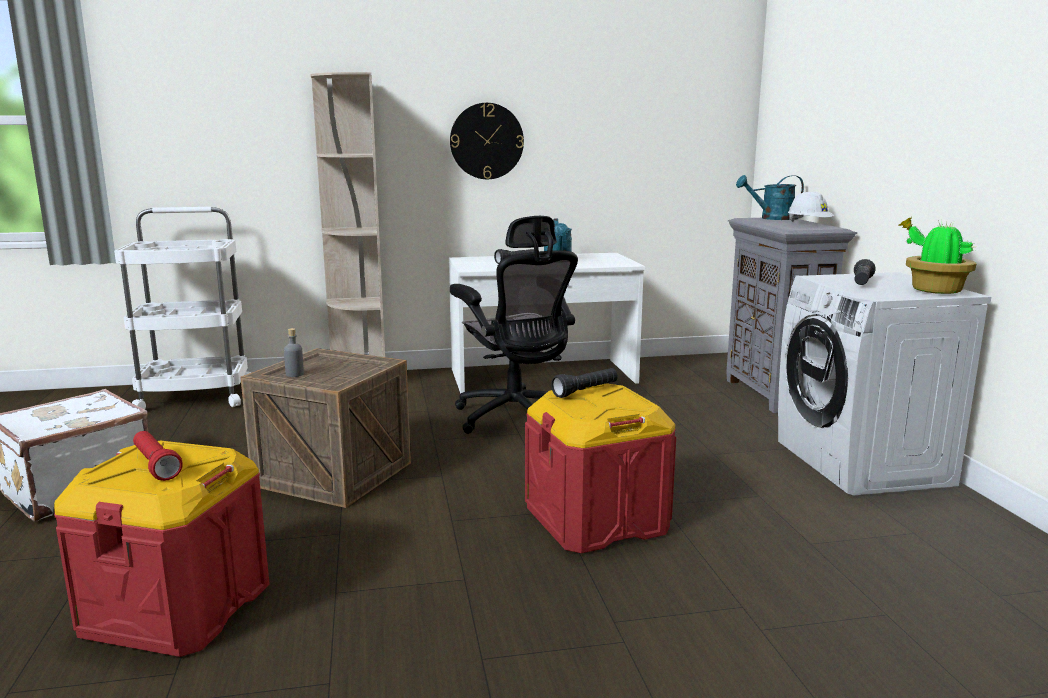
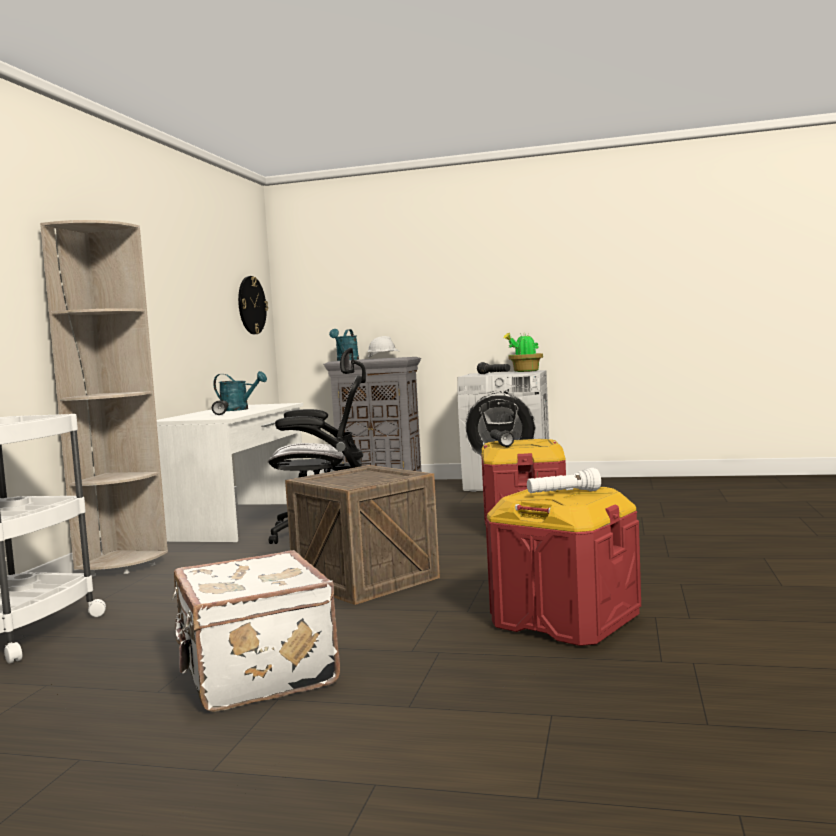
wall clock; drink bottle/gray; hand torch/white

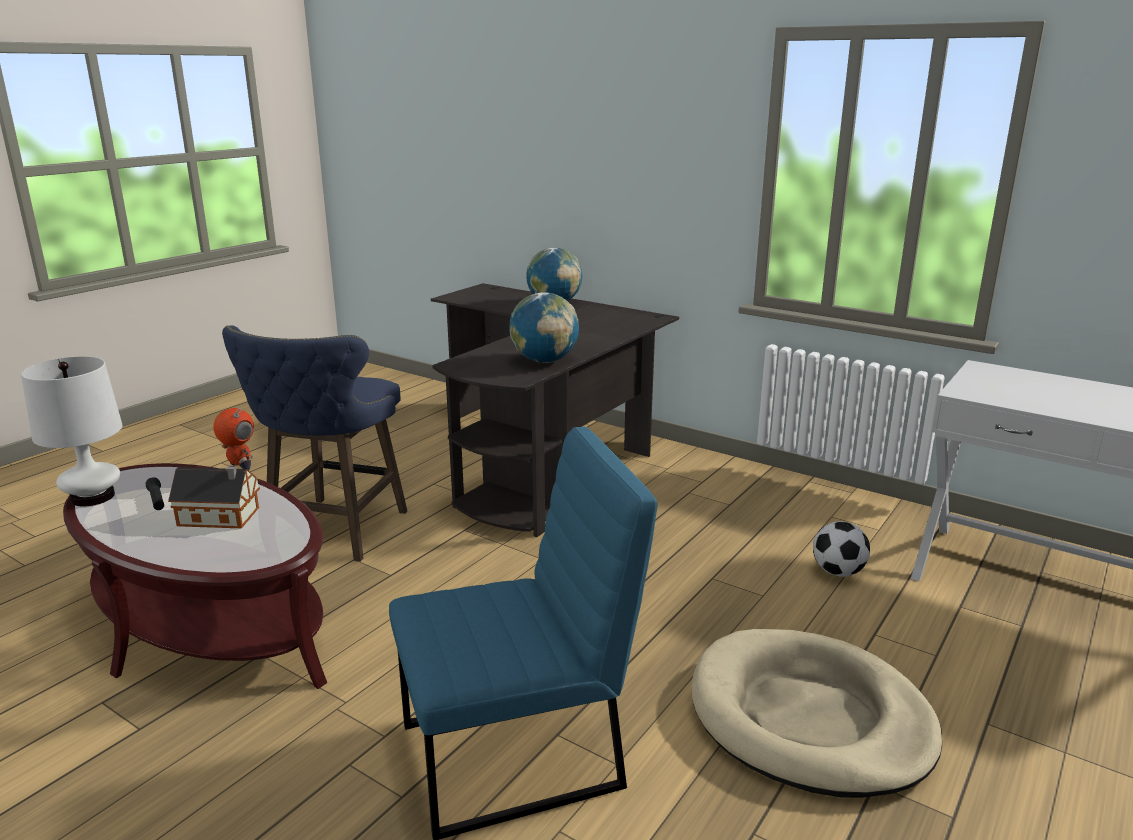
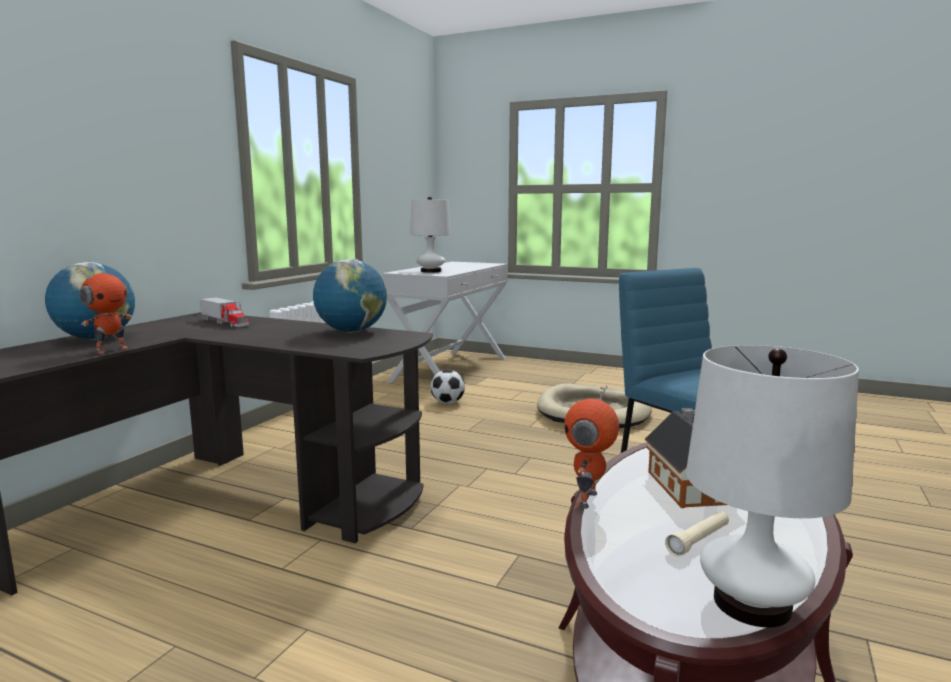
sitting stool/bluish; hand torch/beige-coloured; tabletop lamp/white (no. 1 from left); robot figure (no. 1 from left); toy lorry

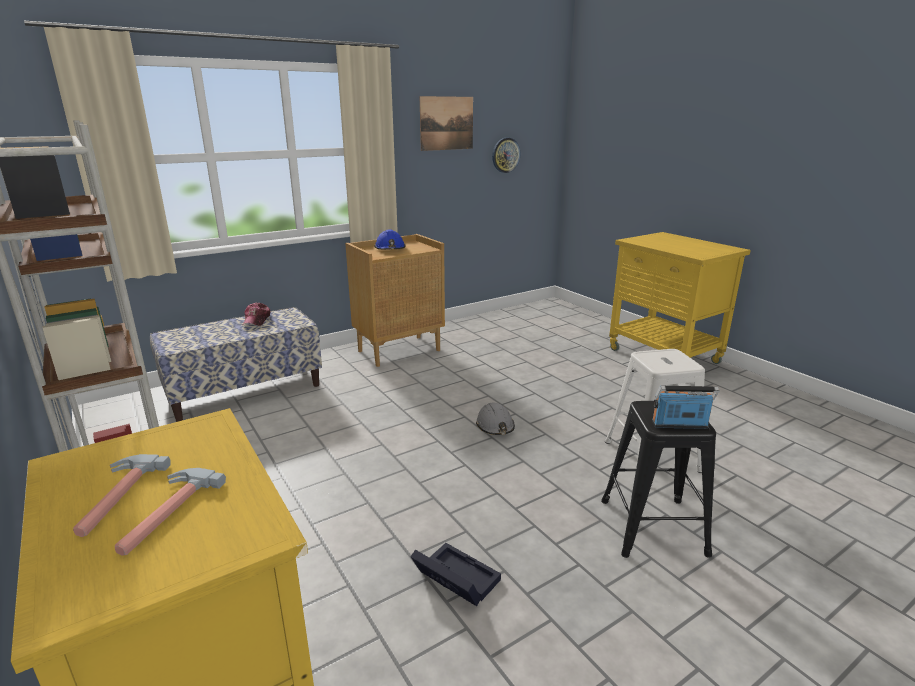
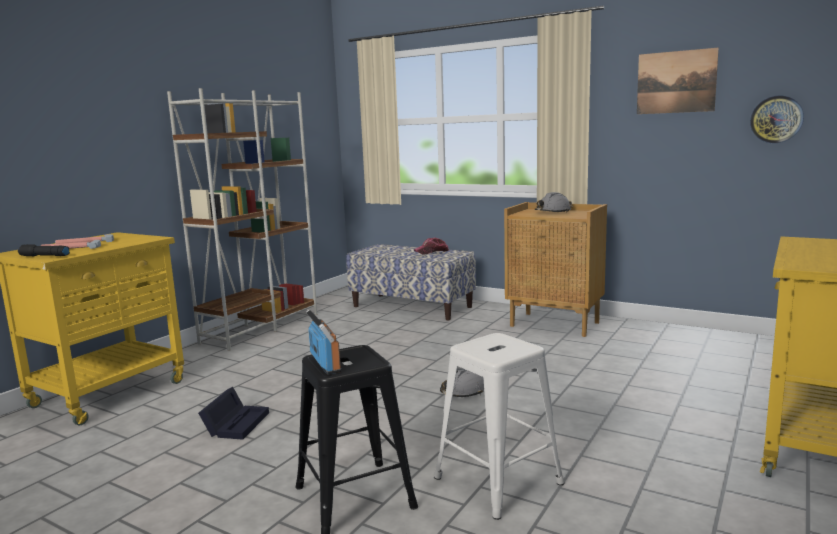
work helmet/gray (no. 2 from left); hand torch/black

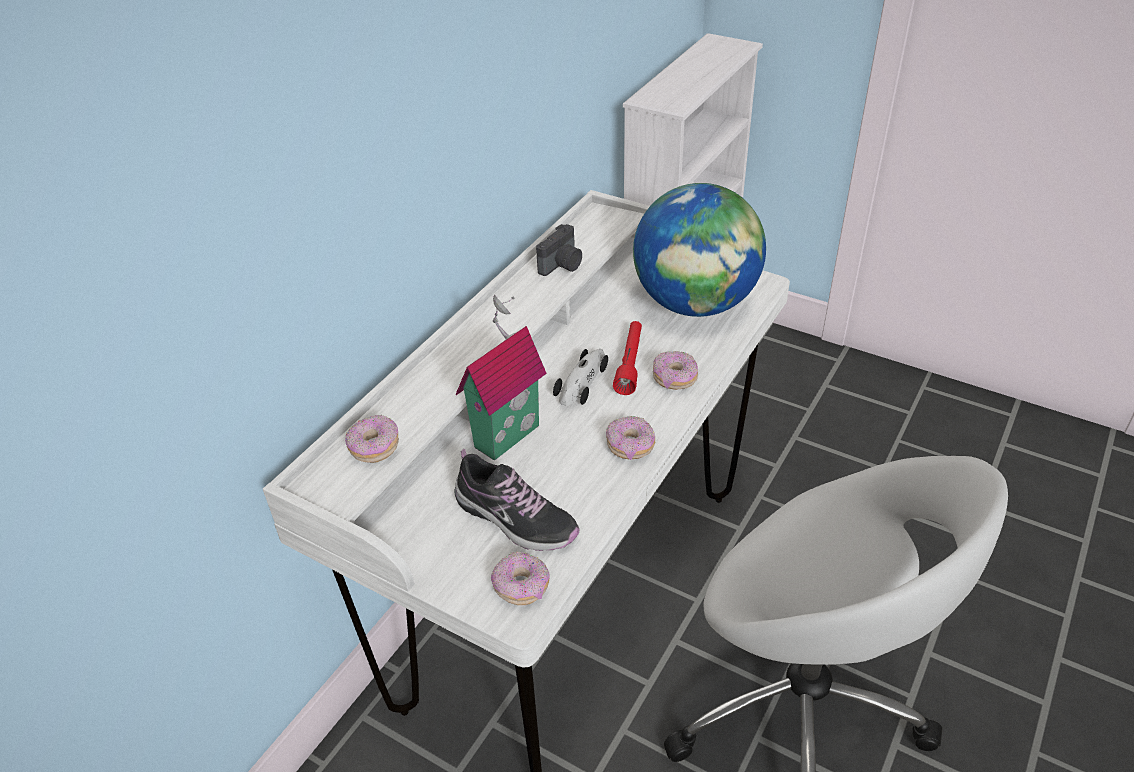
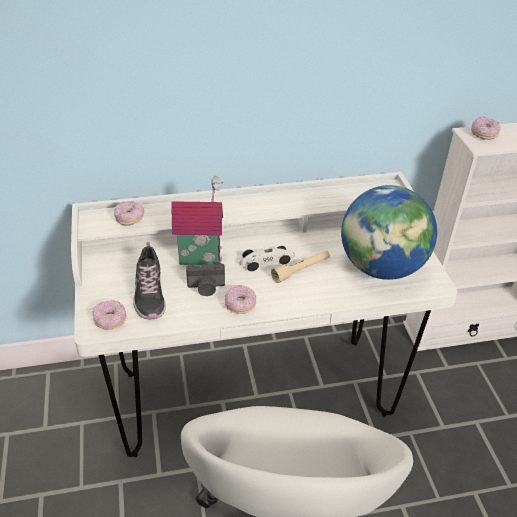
still camera; hand torch/beige-coloured; doughnut (no. 4 from left)

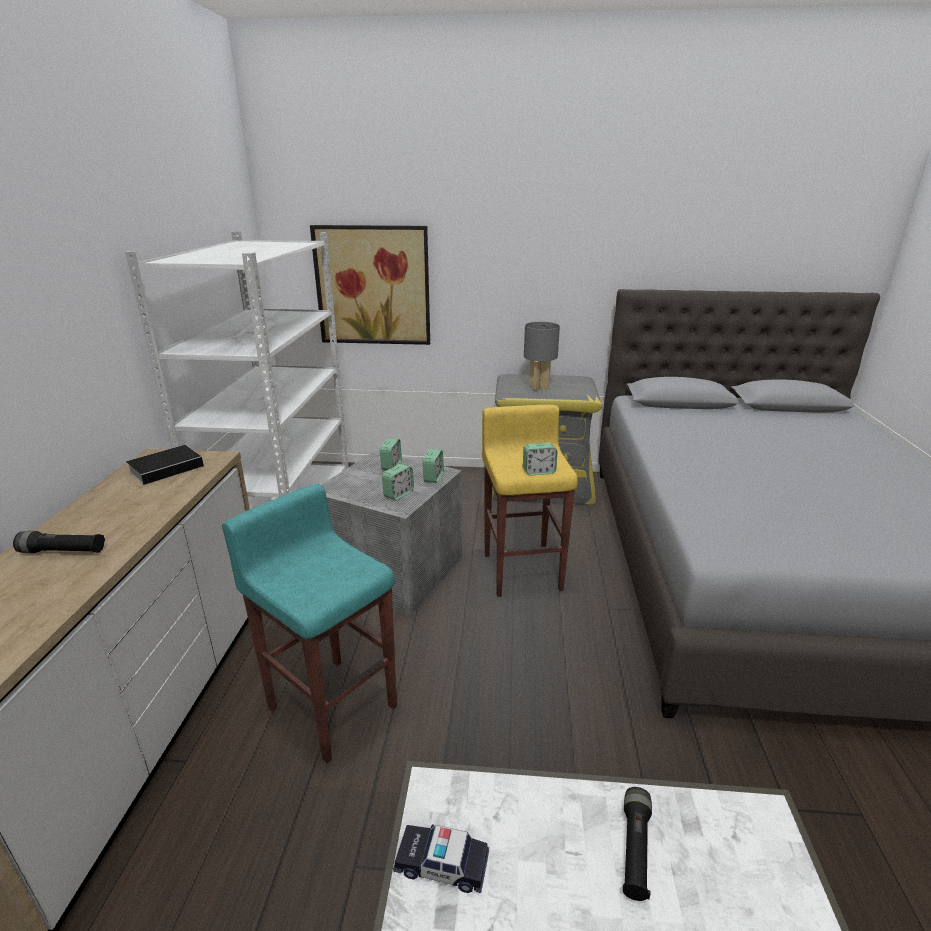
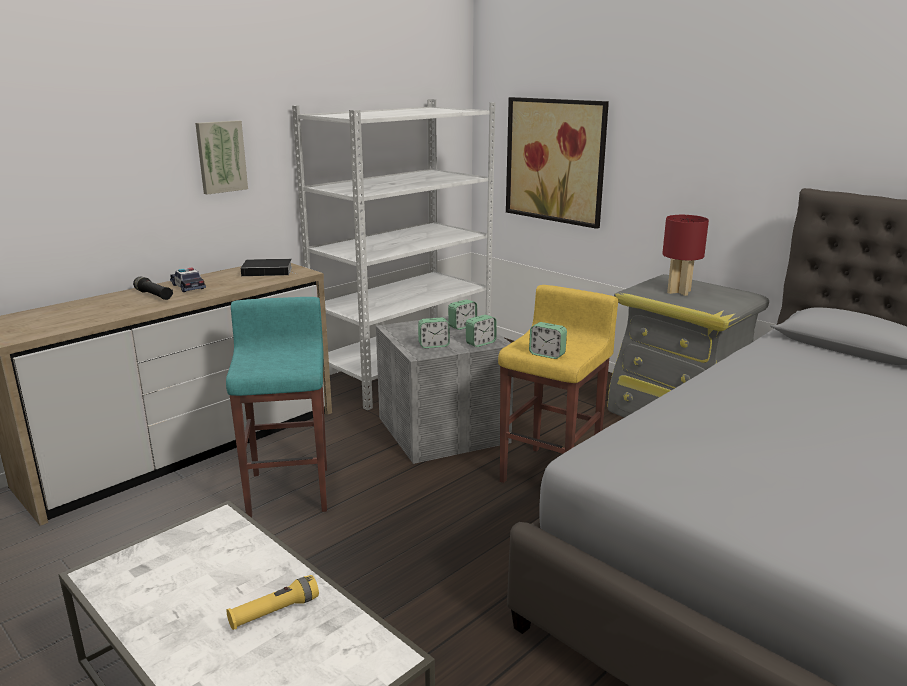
tabletop lamp/red; hand torch/yellowish; toy car; wall art (no. 1 from left)

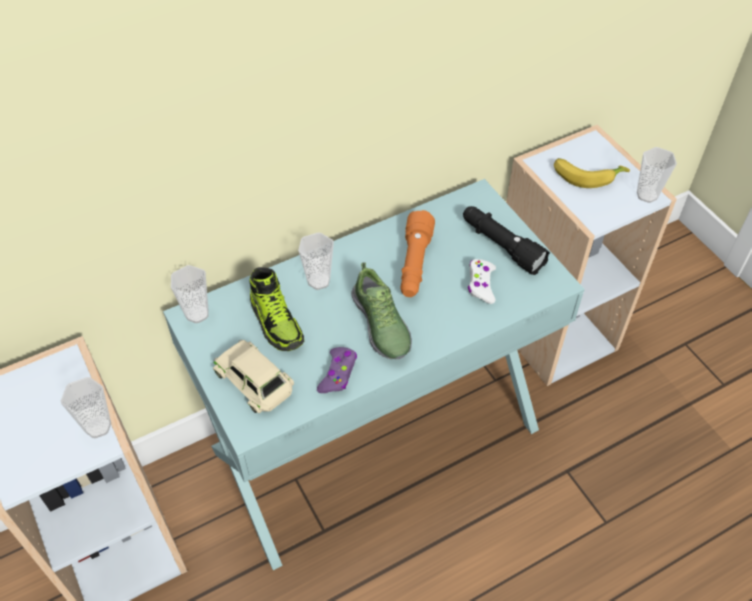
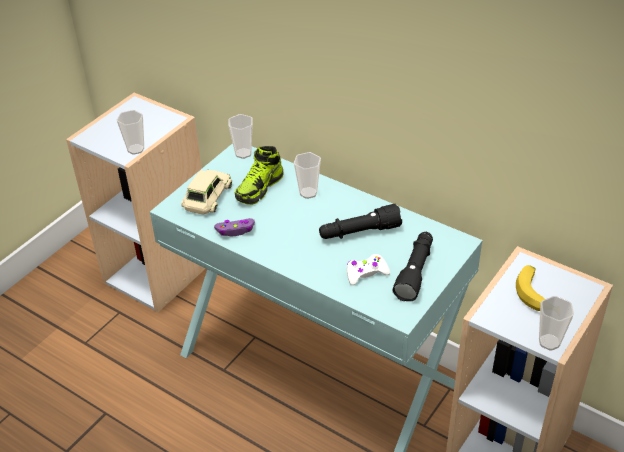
hand torch/black (no. 1 from left); shoe (no. 2 from left in the first image)

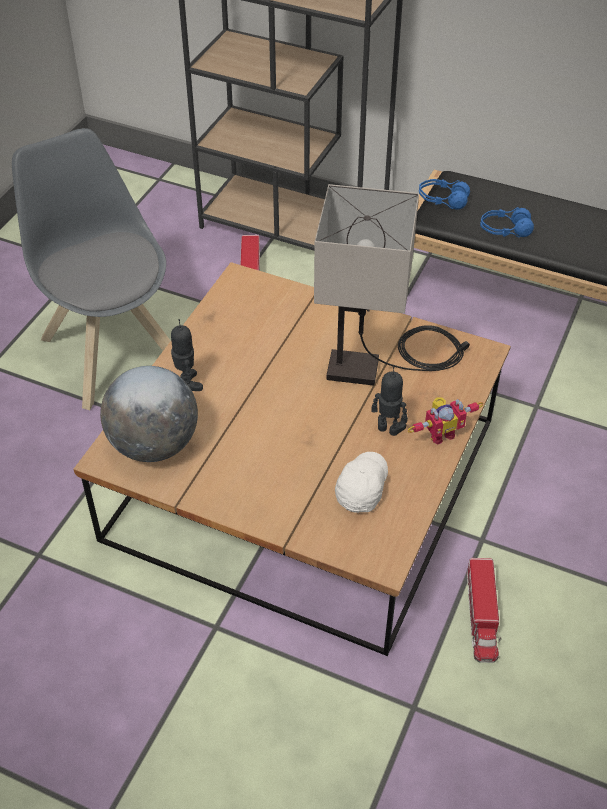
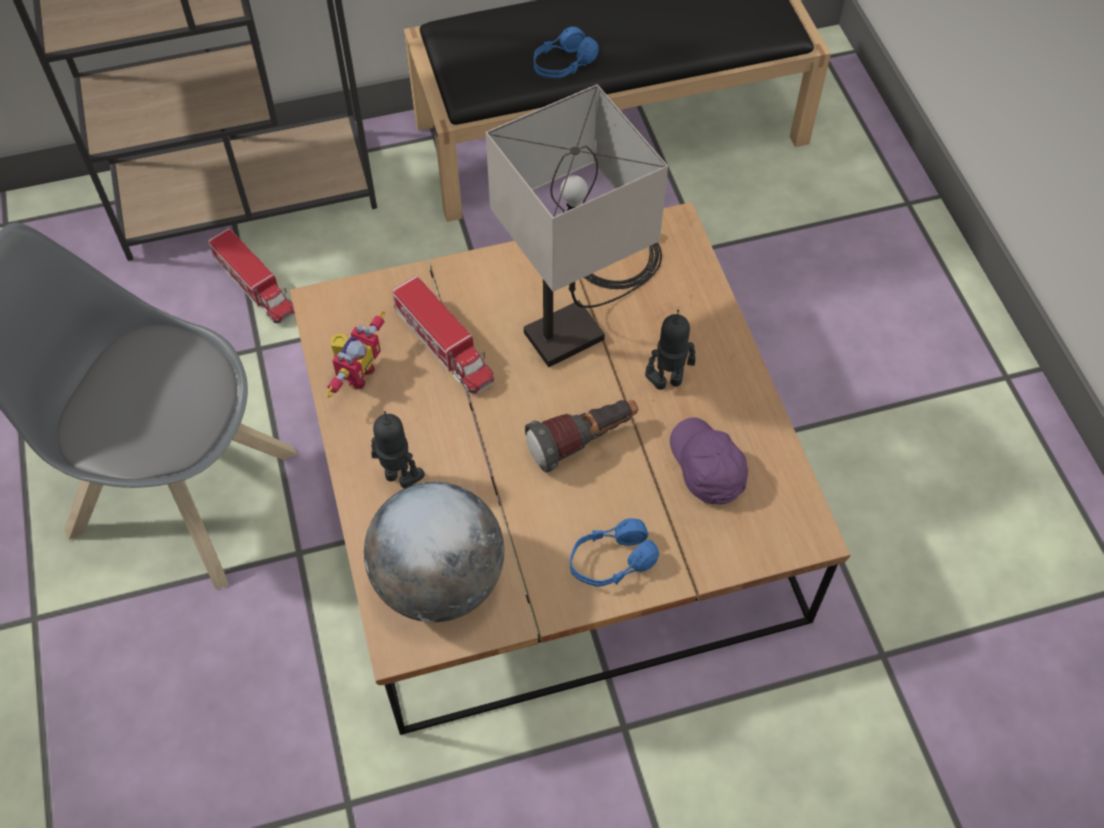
headset/bluish (no. 2 from left); robot figure (no. 1 from left); peaked cap/purplish; toy lorry (no. 2 from left); hand torch

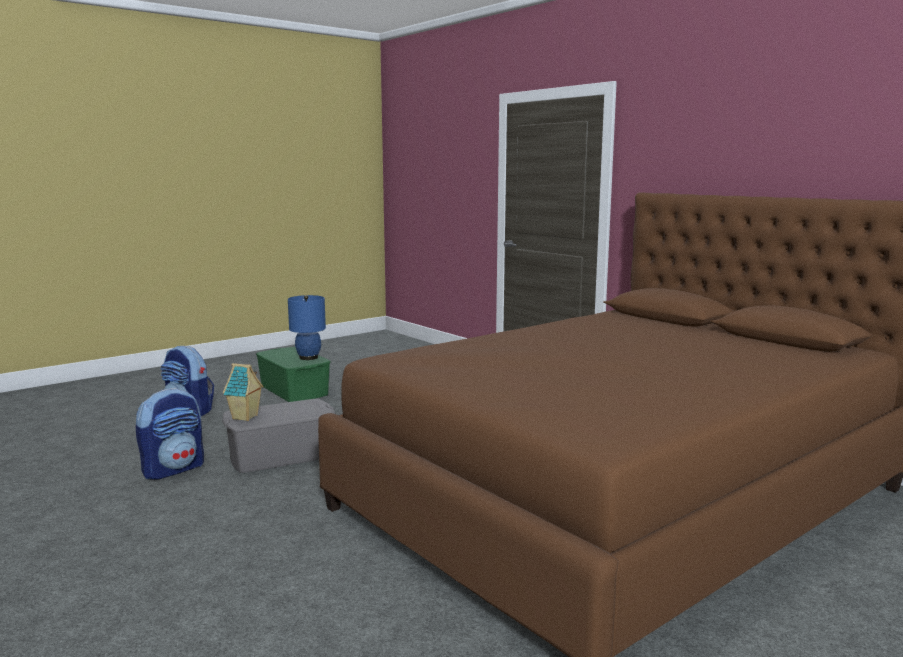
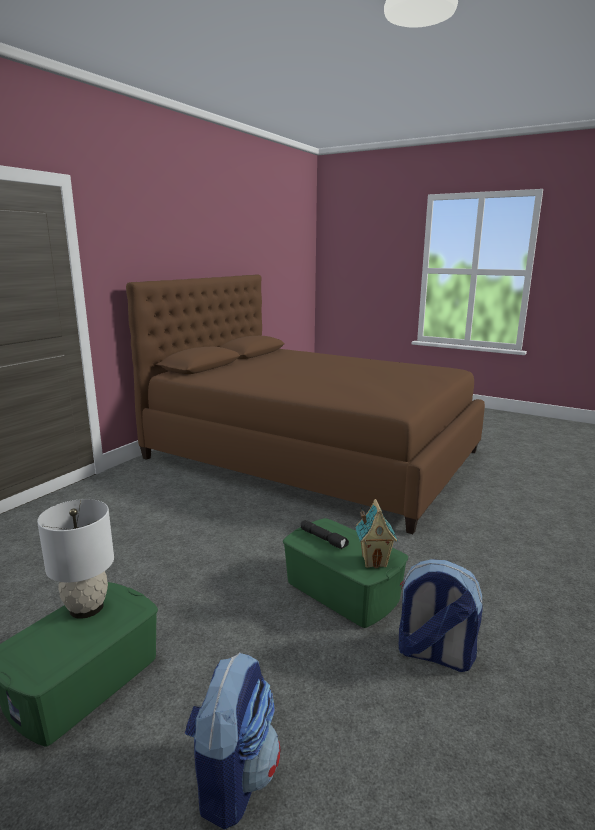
tabletop lamp/white; storage box/greenish (no. 2 from left); hand torch/black

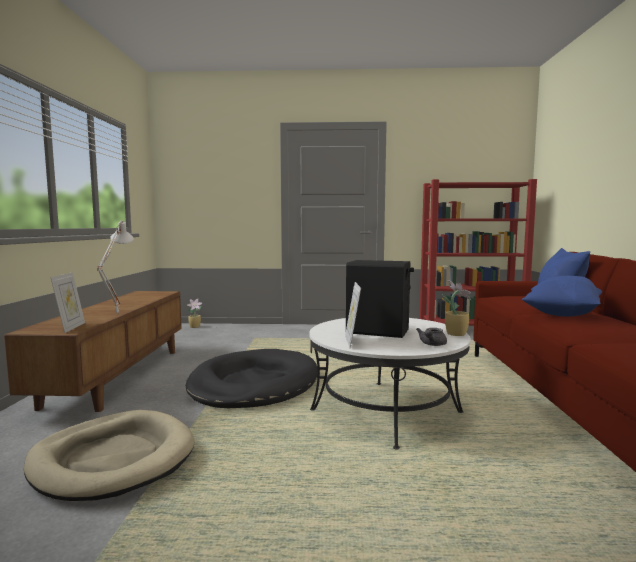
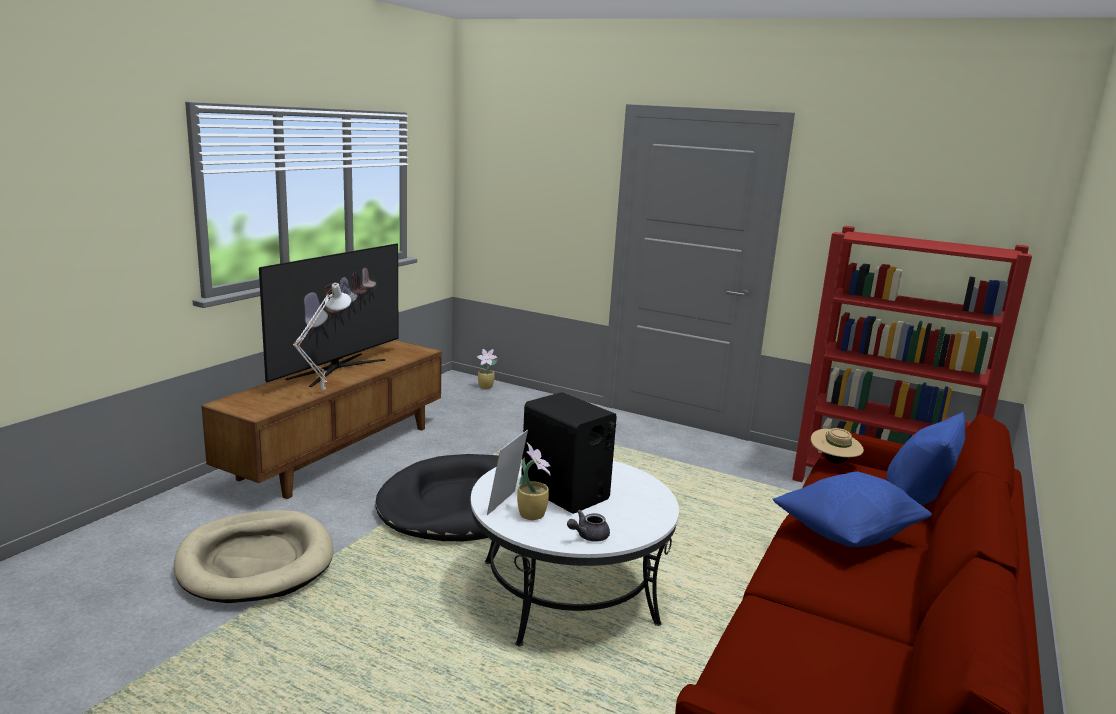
photo frame (no. 1 from left in the first image); plant in a pot (no. 2 from left); TV; clothing hat/beige-coloured

